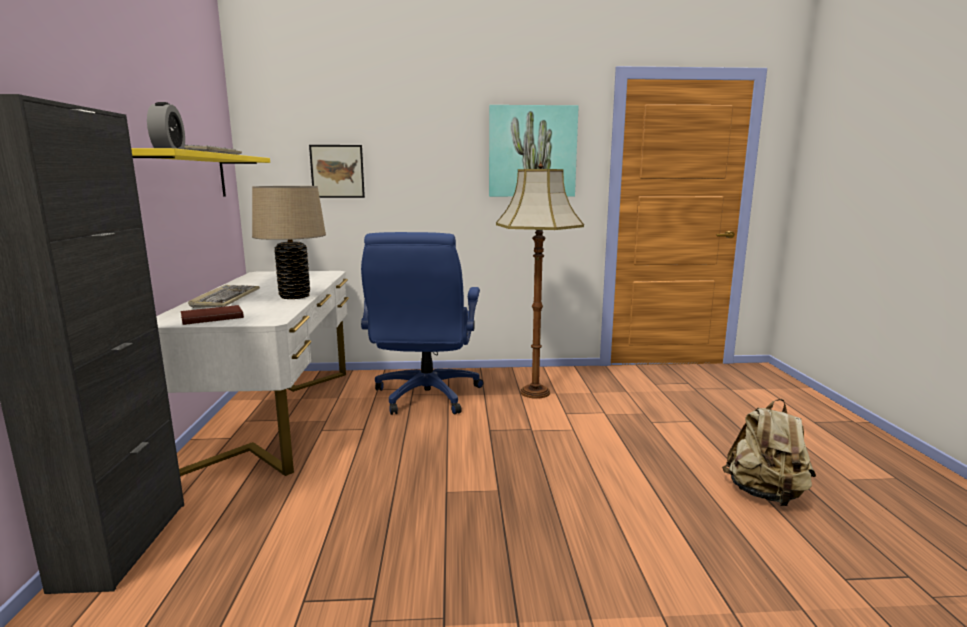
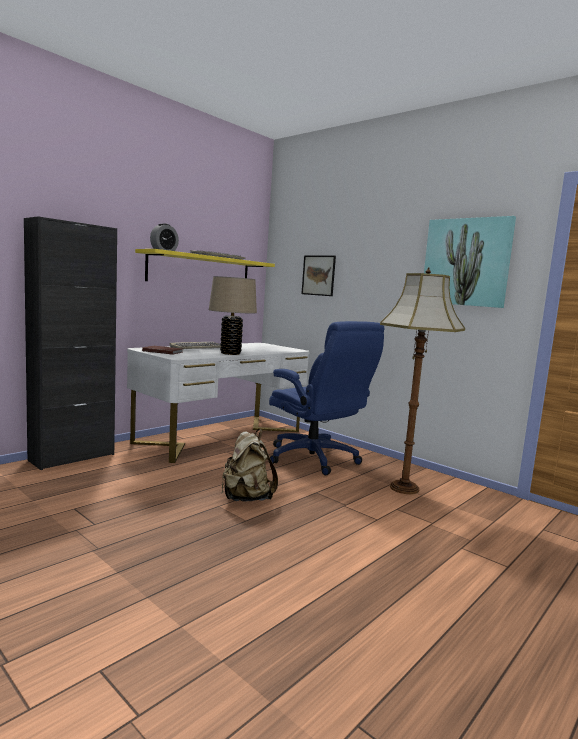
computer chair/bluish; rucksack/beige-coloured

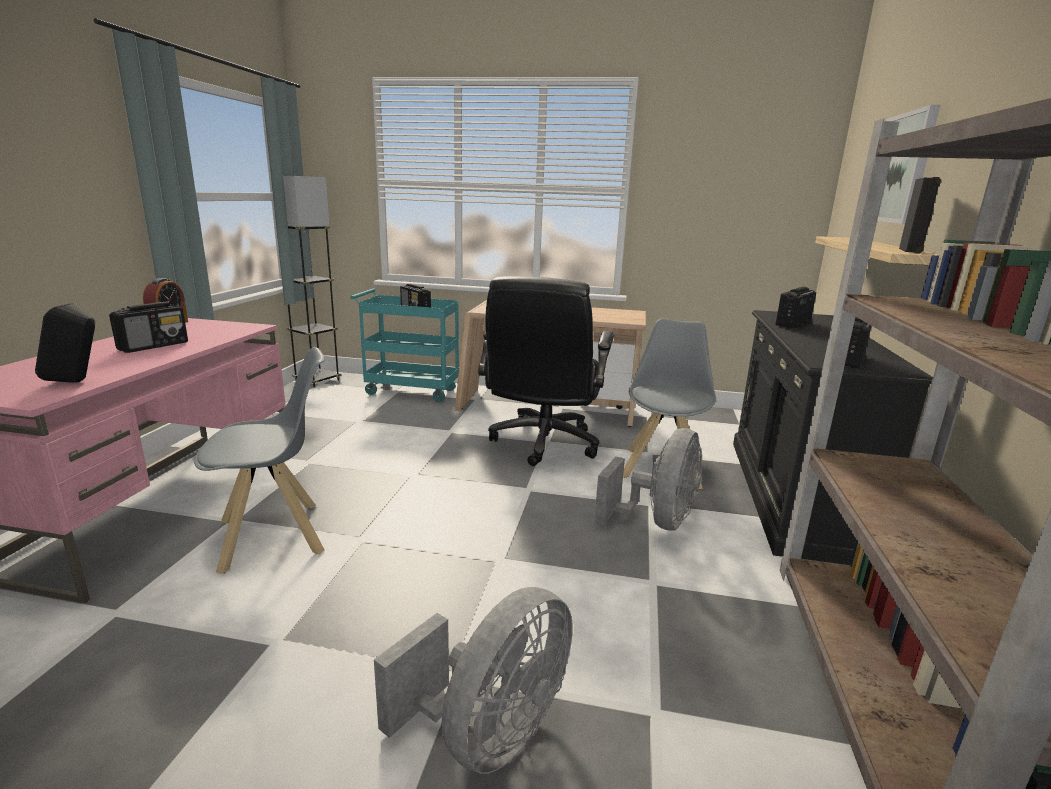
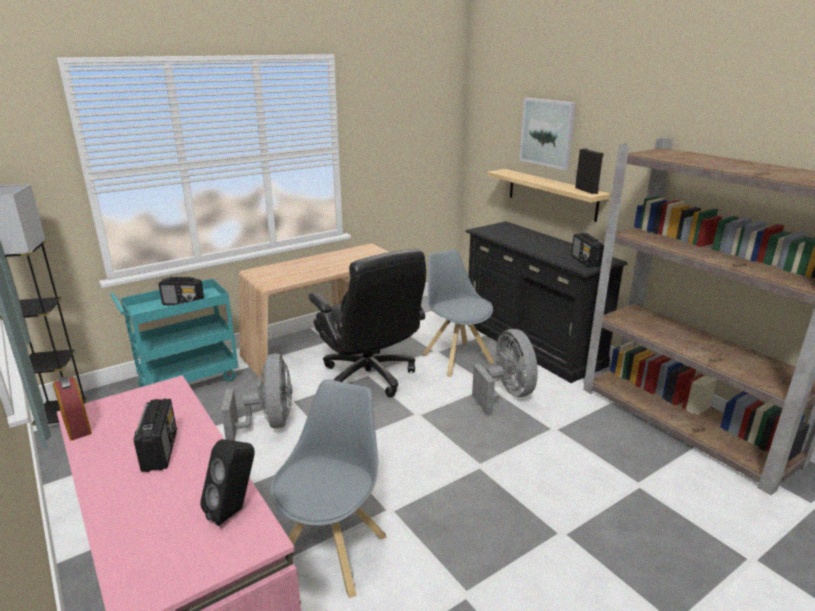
radio set (no. 3 from left in the first image); electric fan/gray (no. 1 from left)

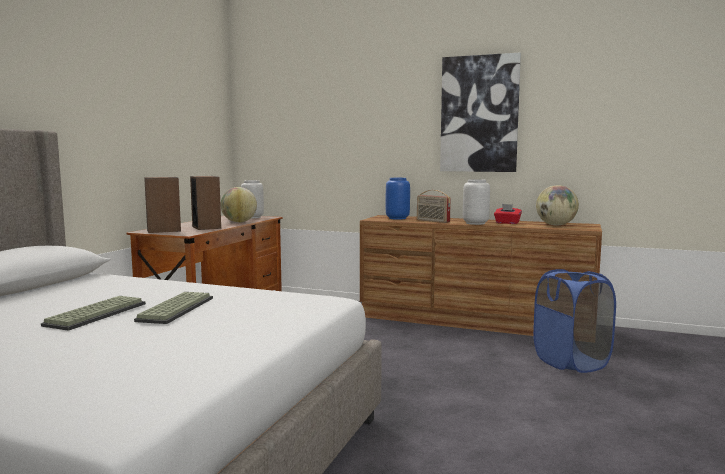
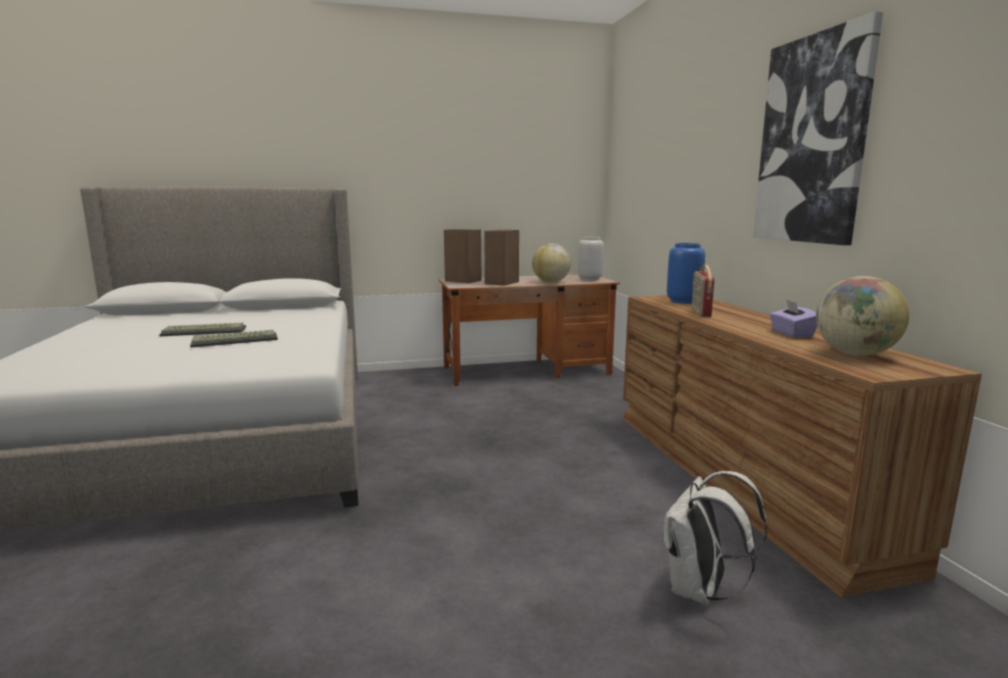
vase/gray (no. 2 from left in the first image); tissue holder/purplish; rucksack/white

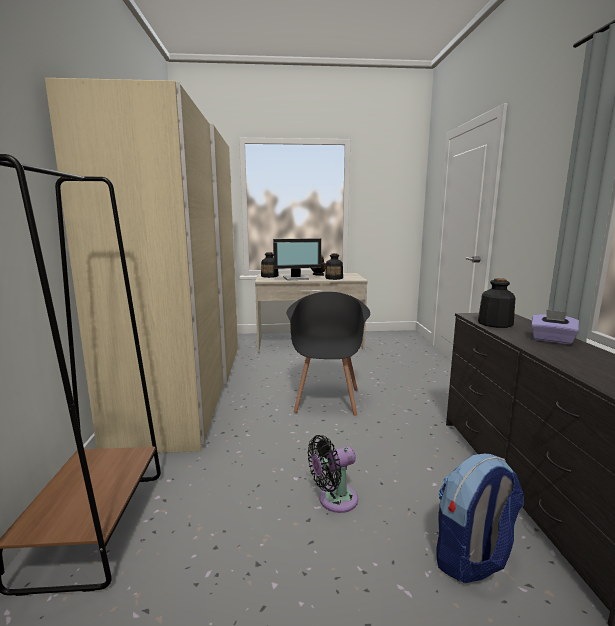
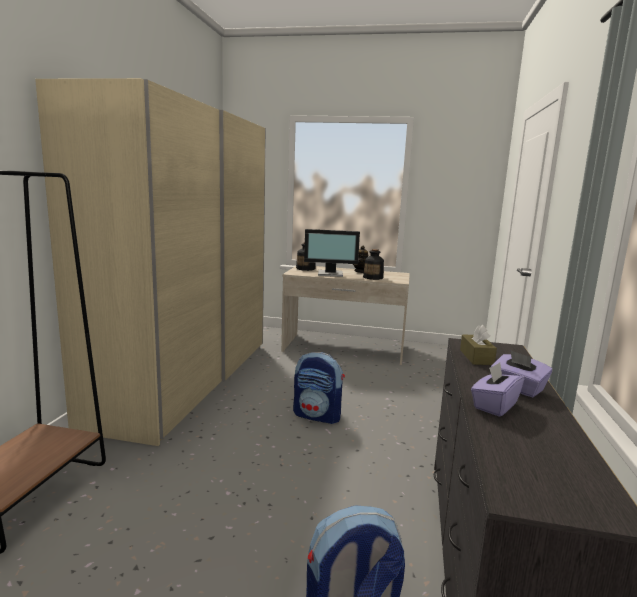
tissue holder/brown-coloured; rucksack (no. 1 from left); electric fan/black; tissue holder/purplish (no. 1 from left)

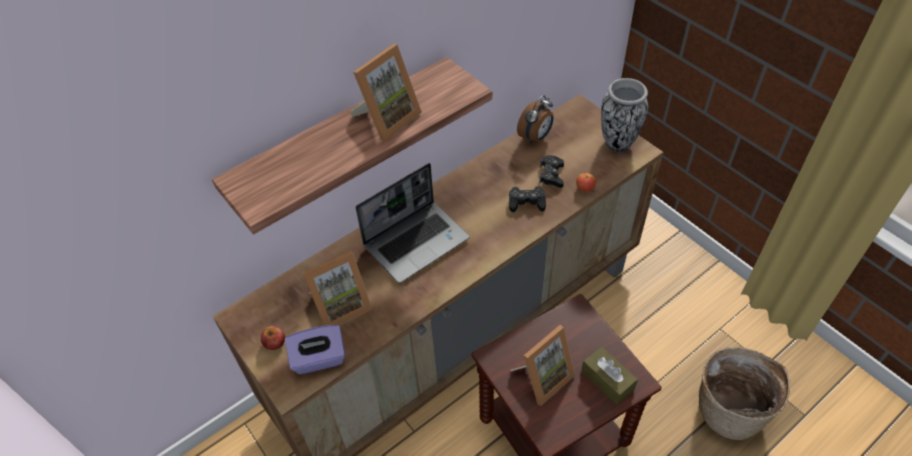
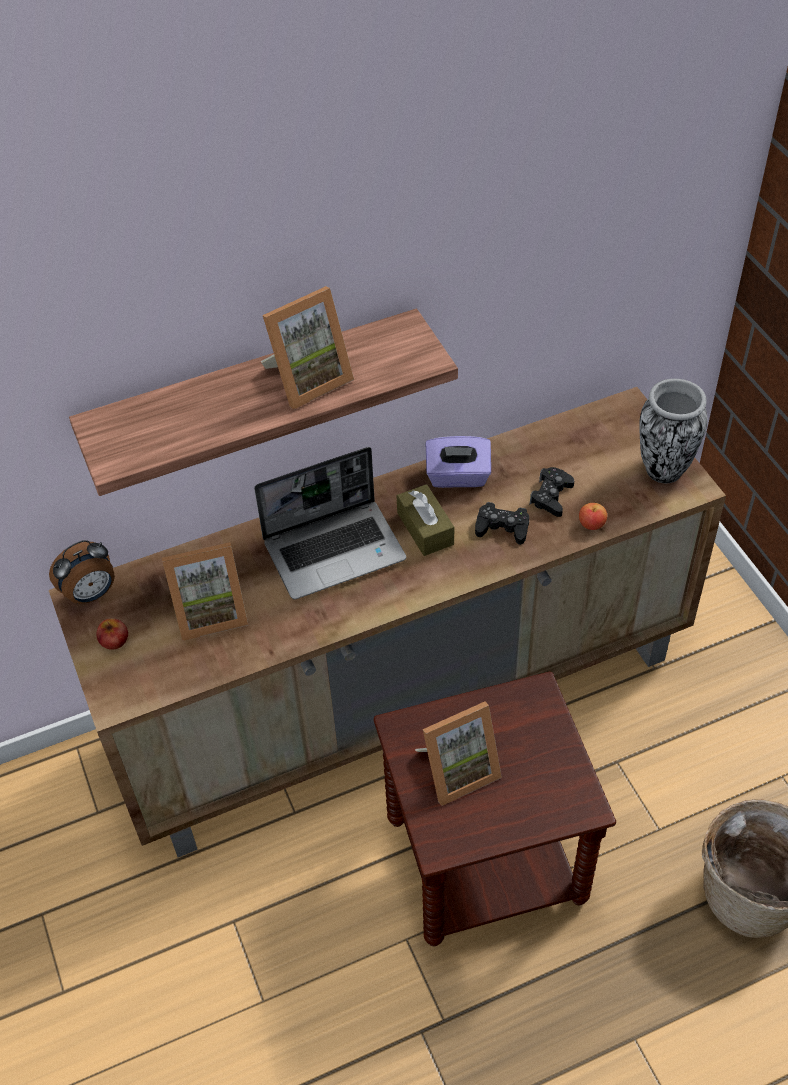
table clock; tissue holder/purplish; tissue holder/brown-coloured

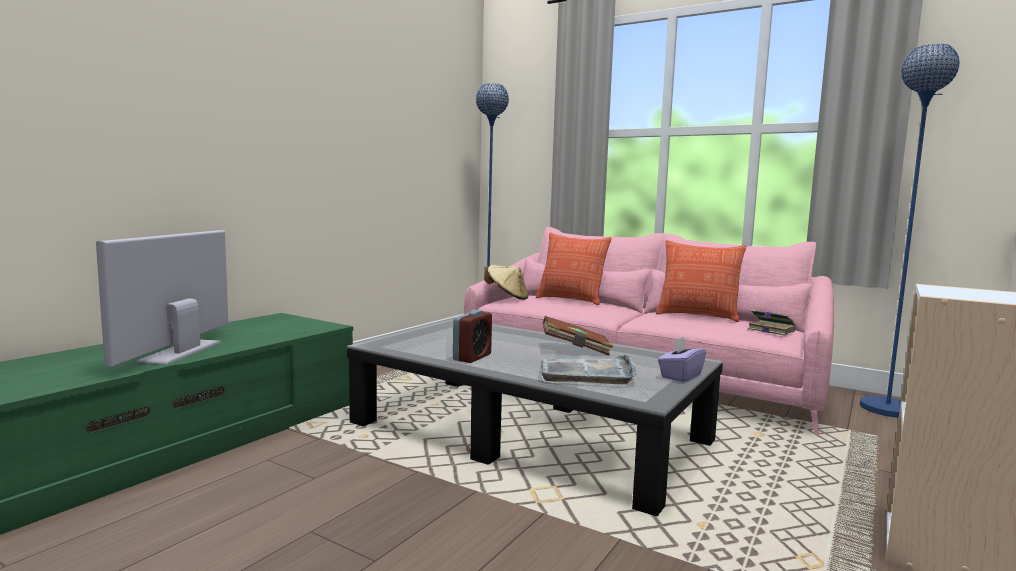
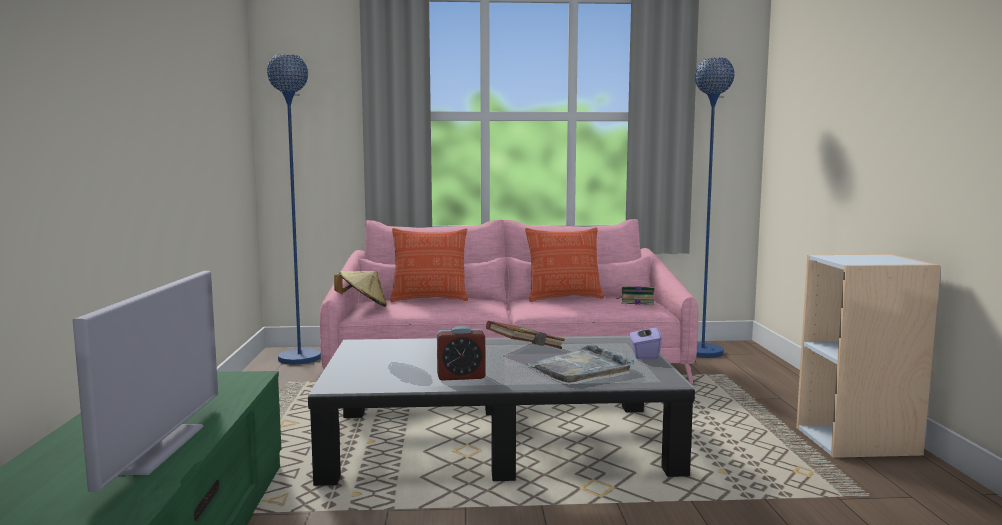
TV; table clock

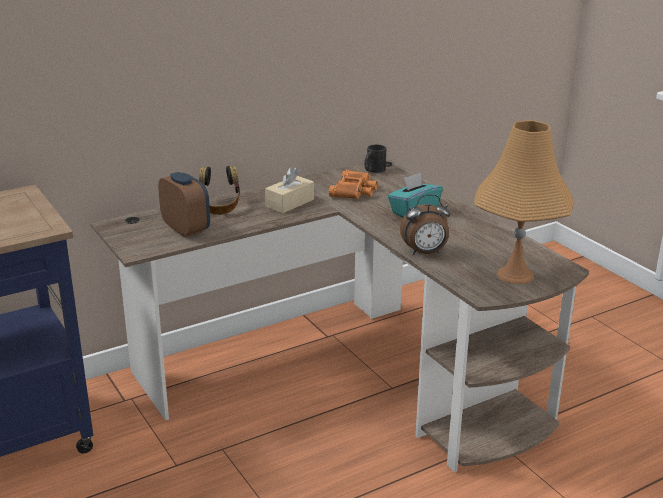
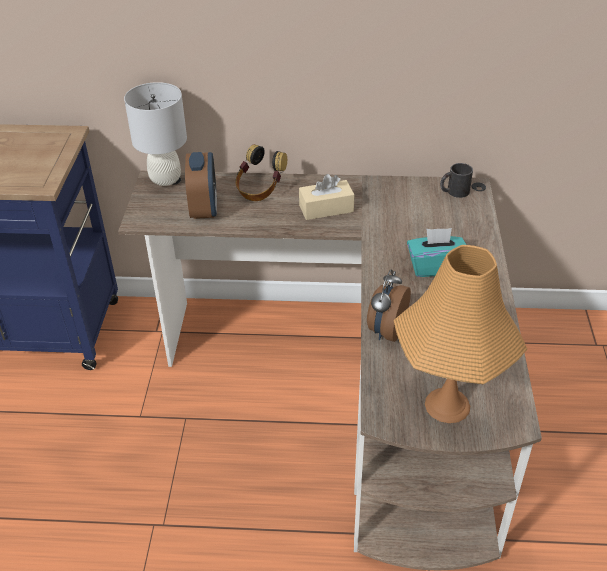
pair of binoculars/orange; table clock (no. 2 from left); tabletop lamp/gray

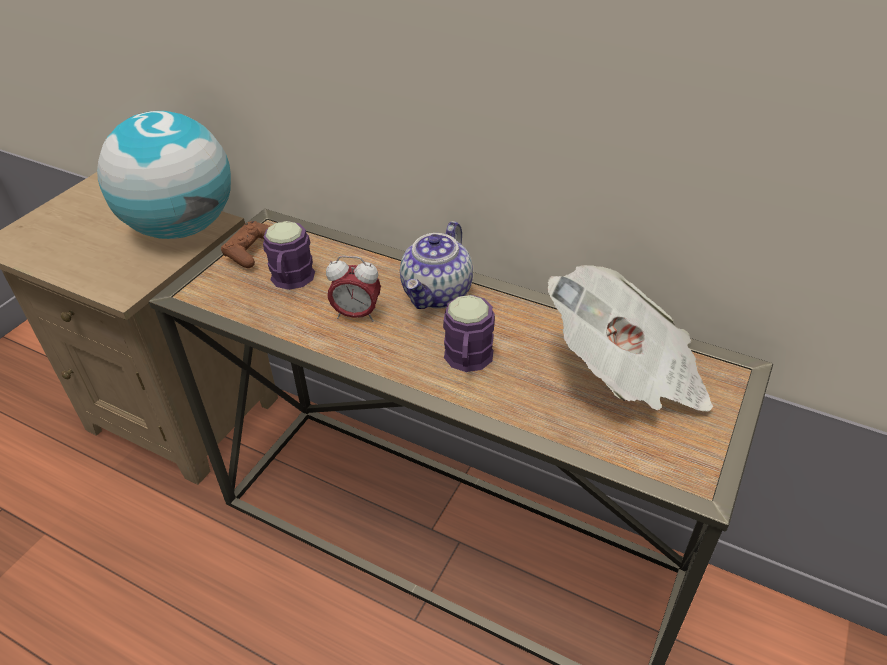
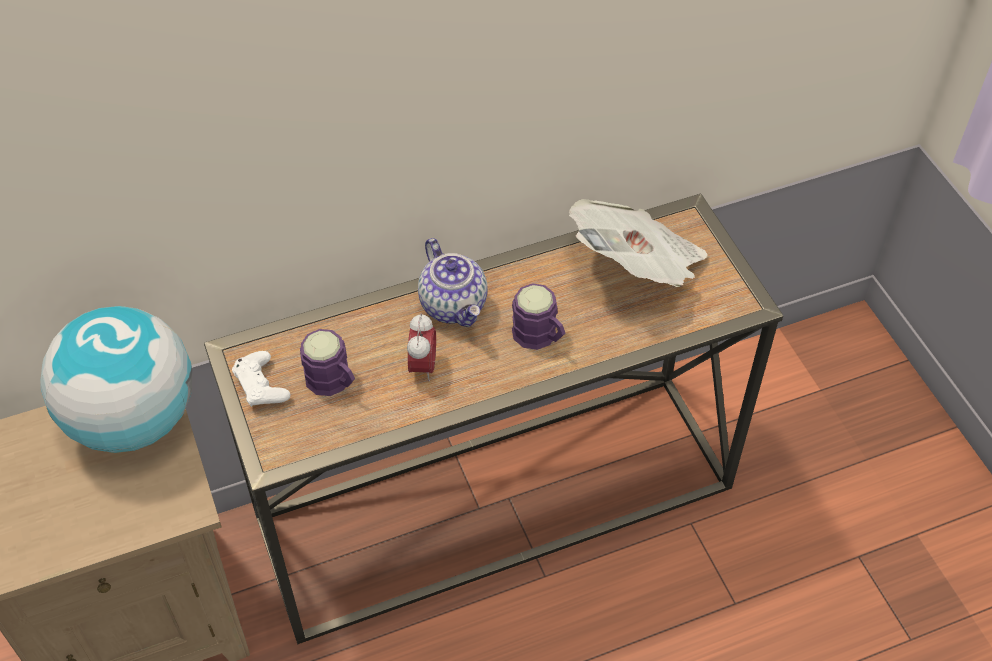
game controller/white; table clock

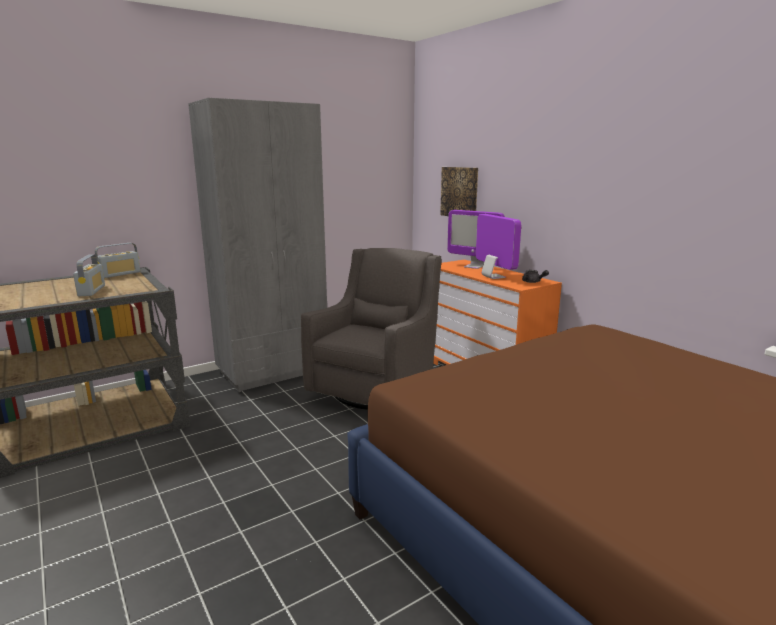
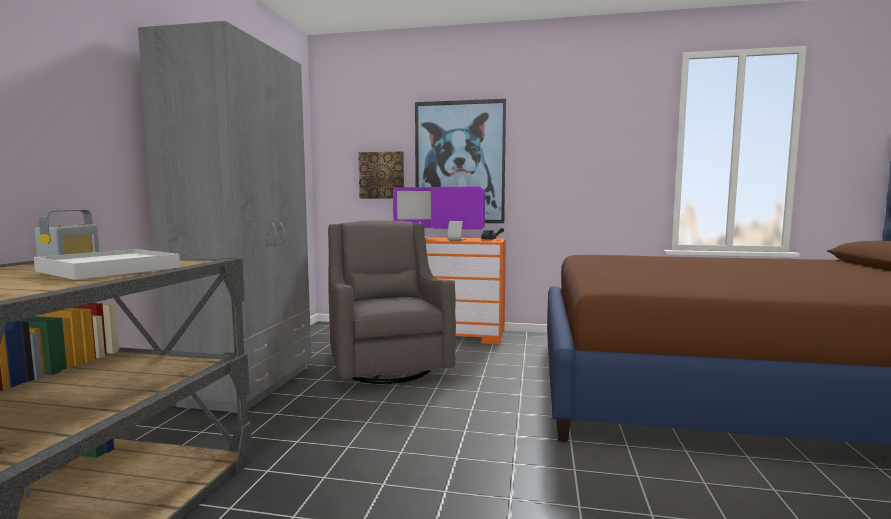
tray/white; wall art (no. 2 from left)

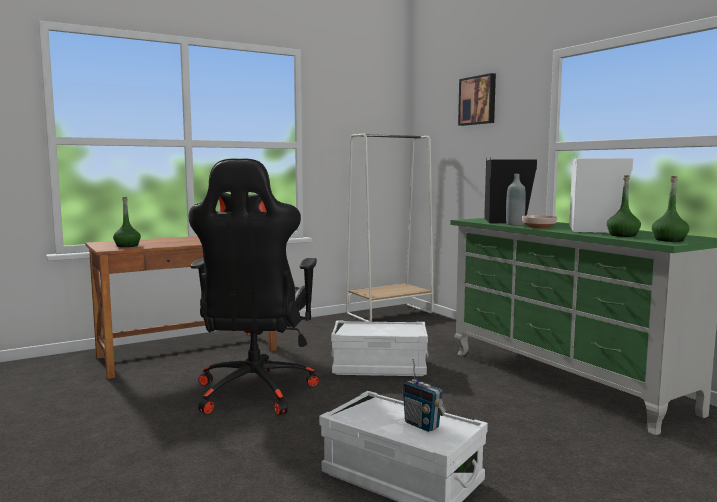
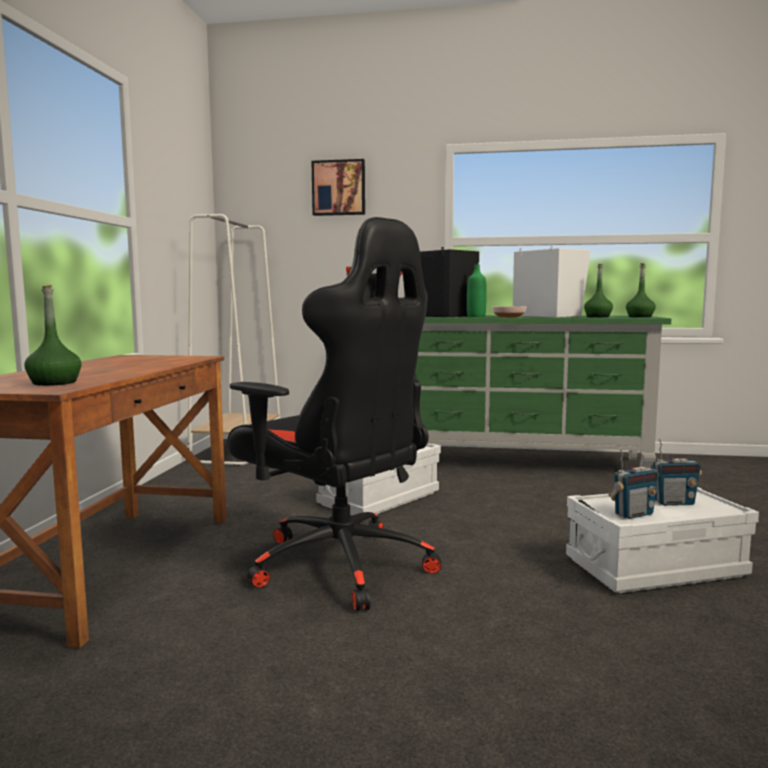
drink bottle/greenish (no. 2 from left); radio set (no. 1 from left)

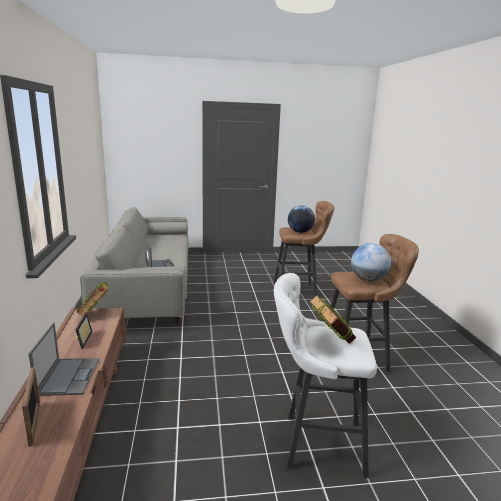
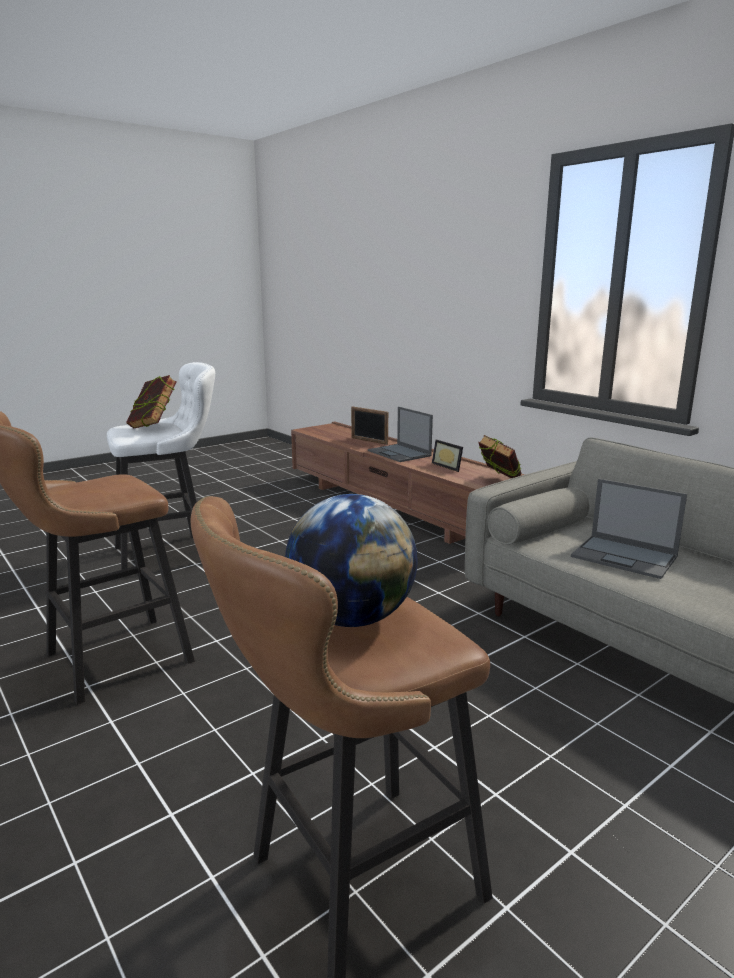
globe (no. 2 from left in the first image)

